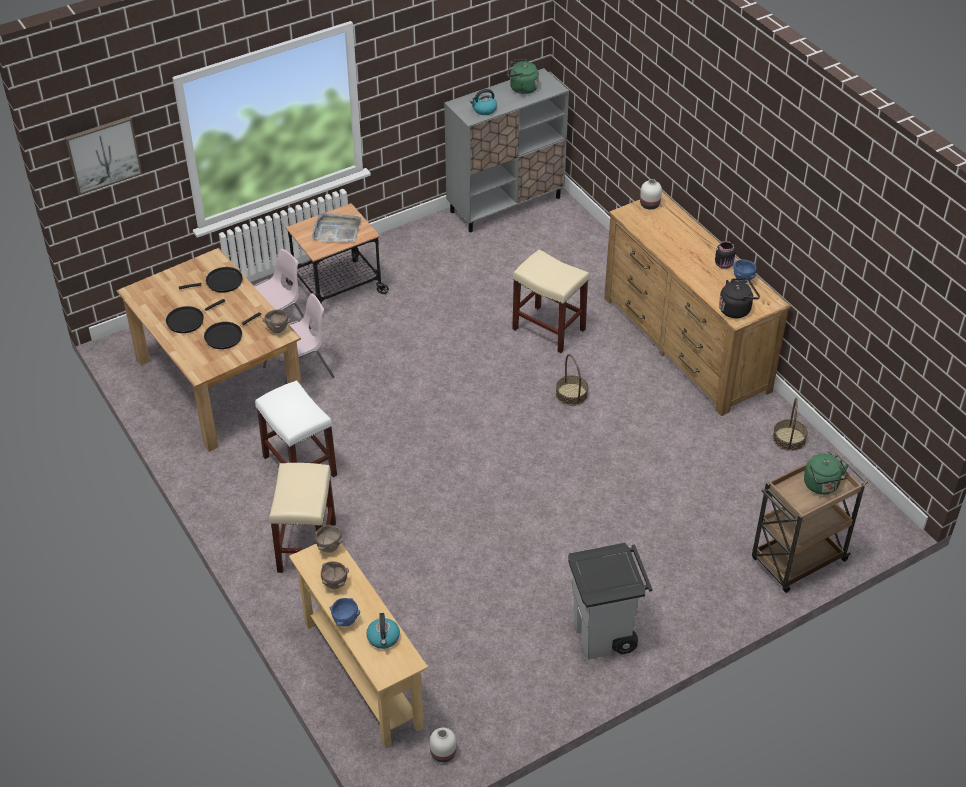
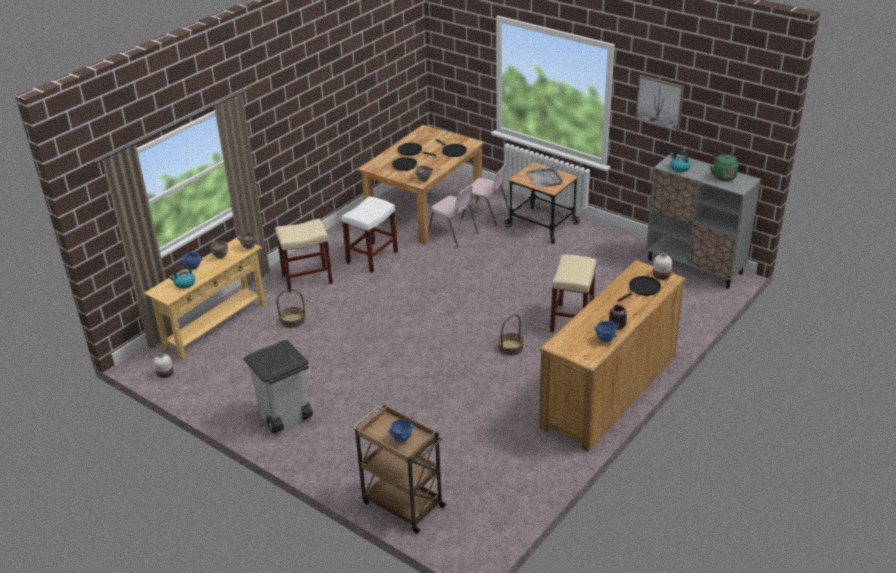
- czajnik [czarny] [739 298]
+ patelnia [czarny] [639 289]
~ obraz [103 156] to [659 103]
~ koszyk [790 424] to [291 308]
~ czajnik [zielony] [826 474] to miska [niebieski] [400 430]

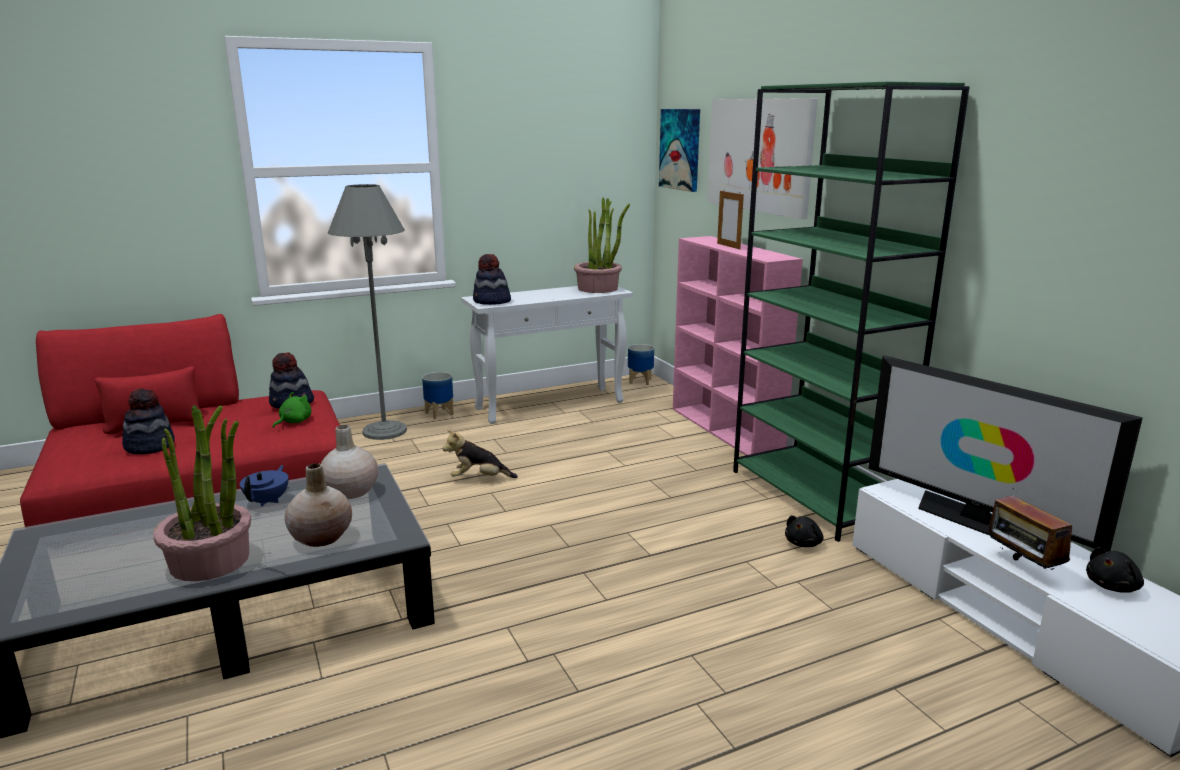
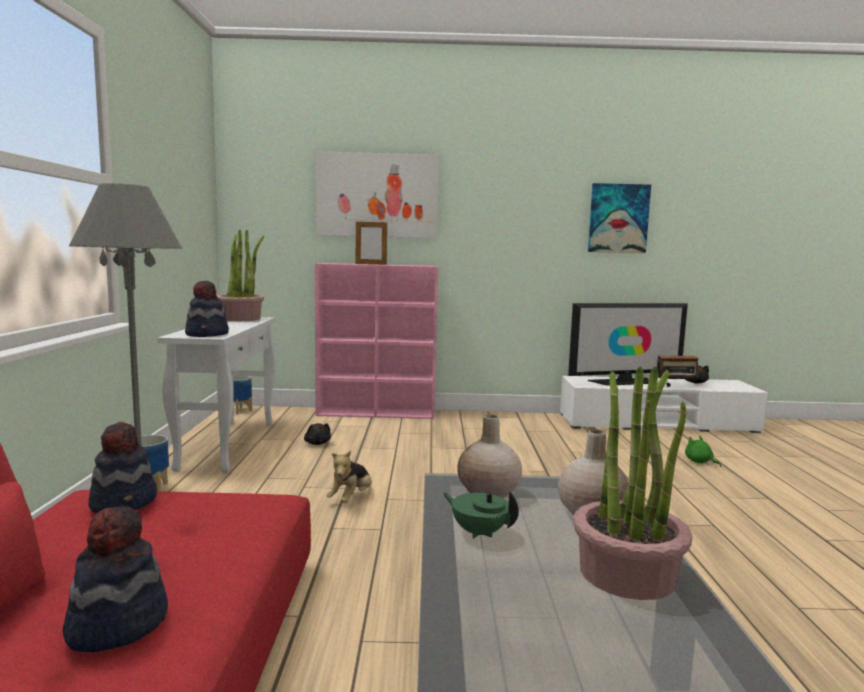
- regał [zielony] [851 311]
~ pluszak [zielony] [292 410] to [703 451]
~ obraz [679 150] to [619 218]
~ pluszak [czarny] [804 531] to [317 434]
~ imbryk [niebieski] [264 486] to imbryk [zielony] [481 515]

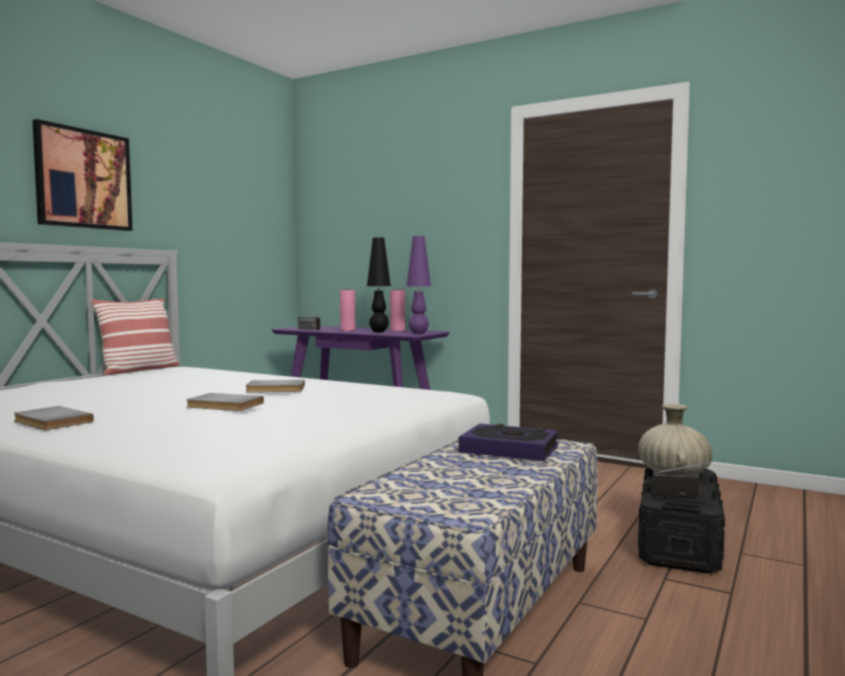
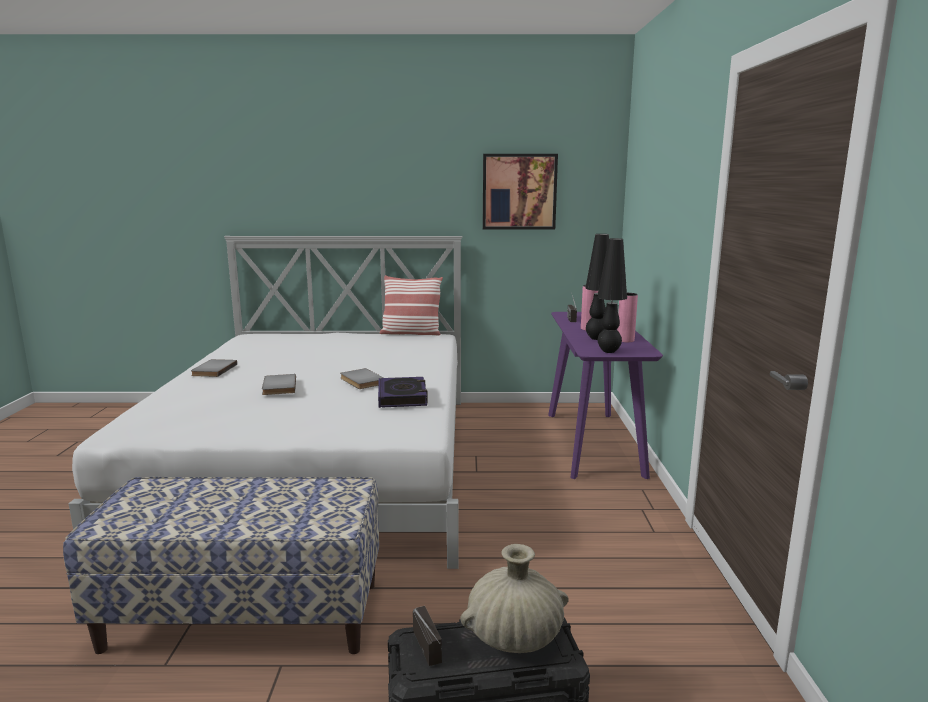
~ obraz [82 175] to [520 192]
~ książka [508 442] to [403 392]
~ lampa stołowa [fioletowy] [418 285] to lampa stołowa [czarny] [612 295]

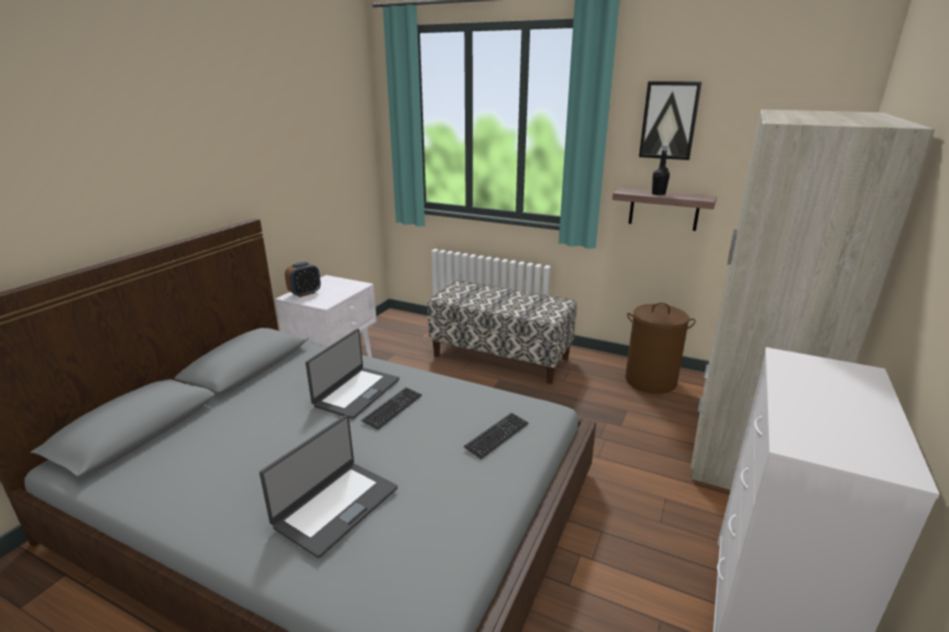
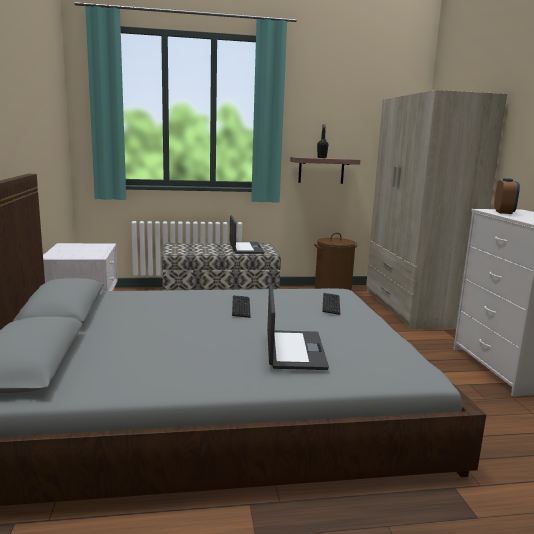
- obraz [670 120]
~ budzik [303 279] to [507 196]
~ laptop [352 374] to [247 234]

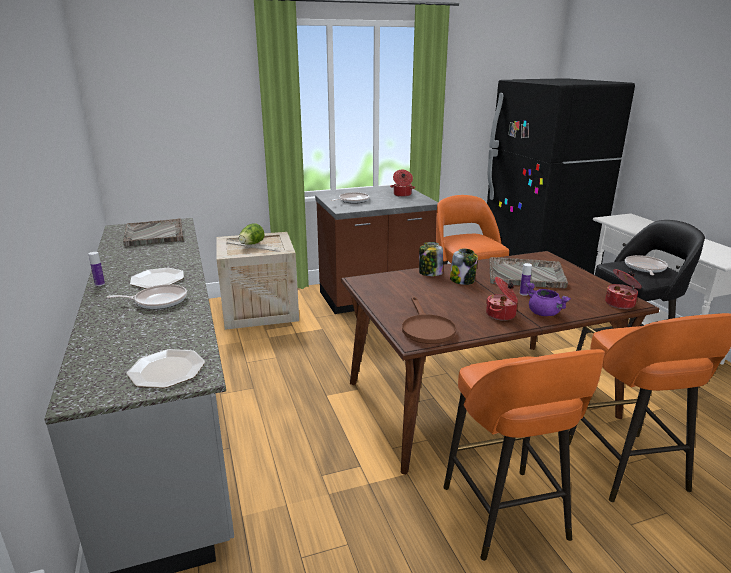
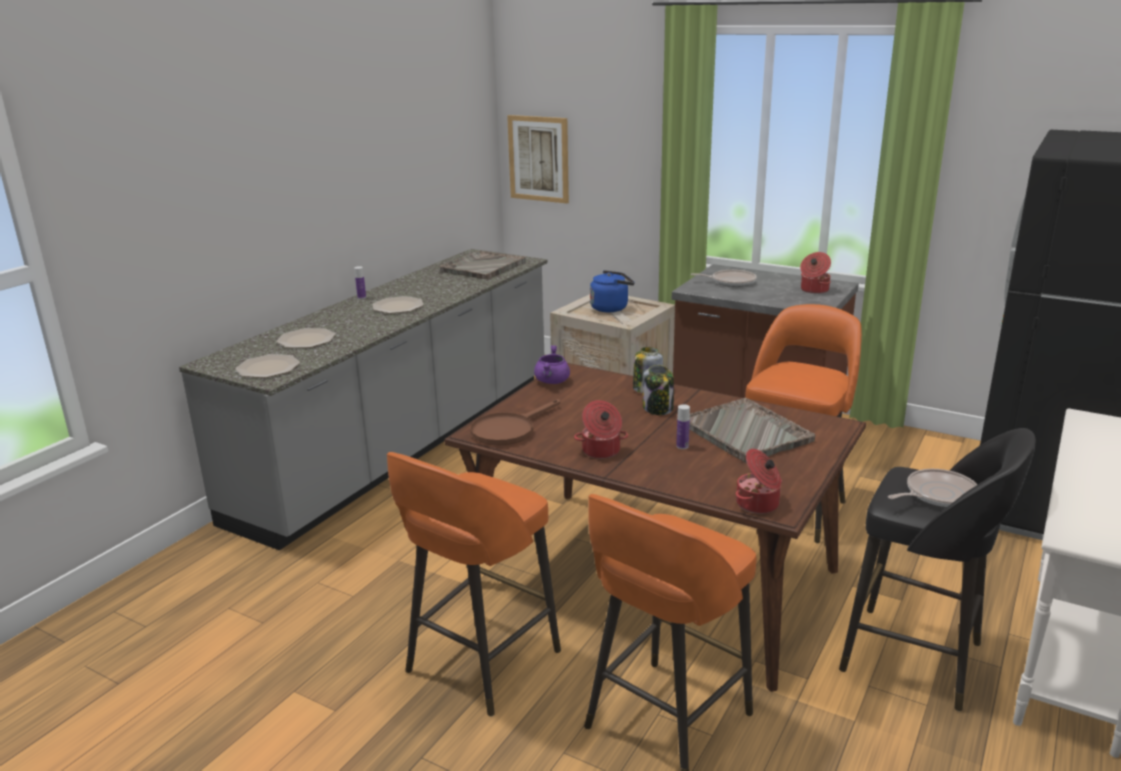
- patelnia [147 296]
+ talerz [306 338]
+ obraz [538 159]
~ garnek [fioletowy] [548 299] to [552 364]
~ sałata [252 234] to czajnik [niebieski] [612 291]

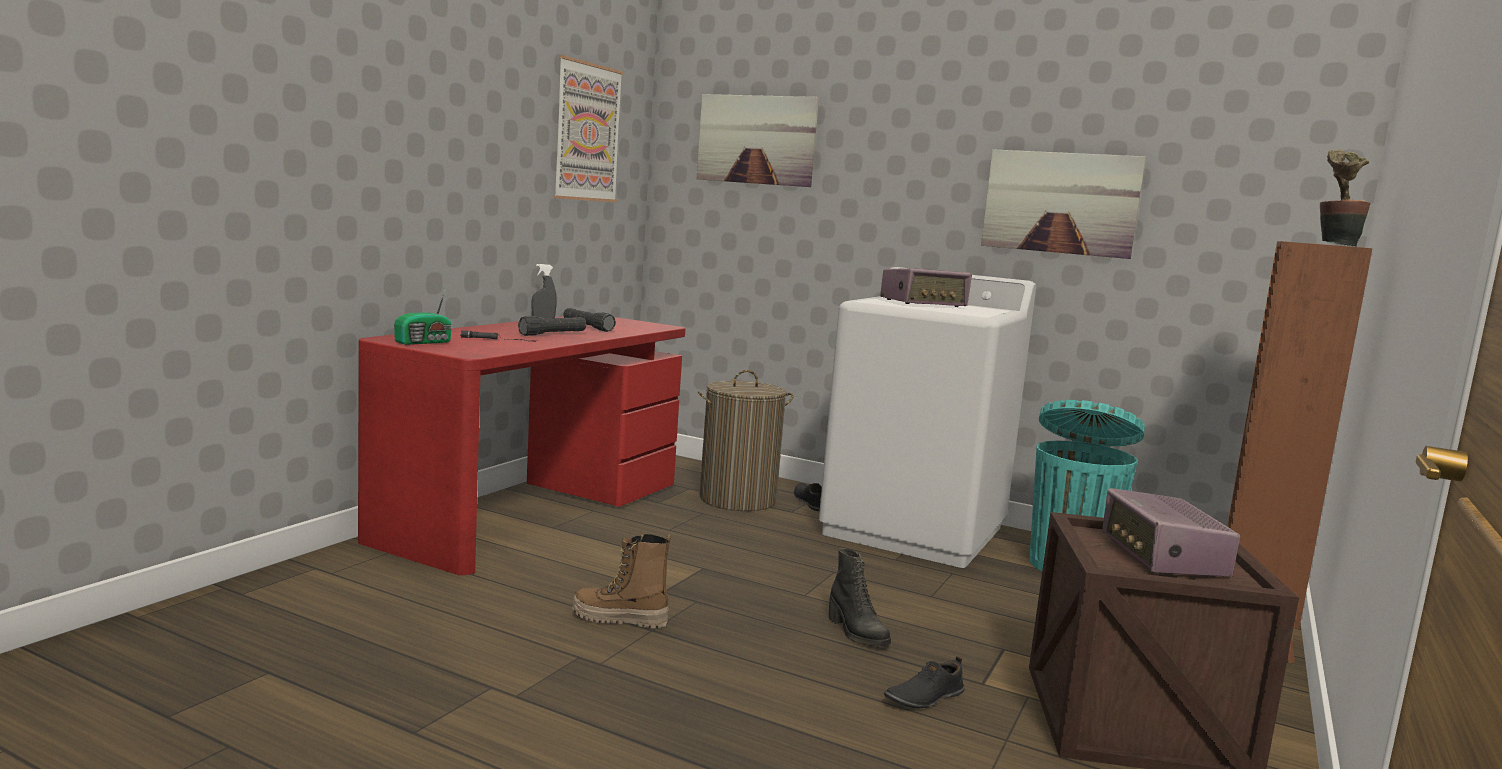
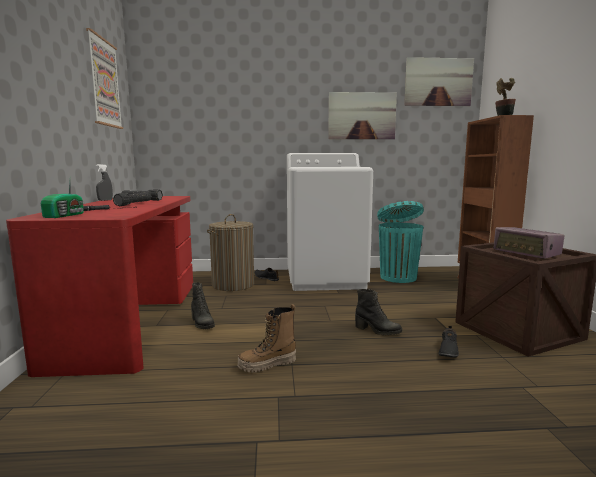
- radio [926 287]
+ but z cholewką [czarny] [203 305]
~ obraz [758 140] to [439 81]

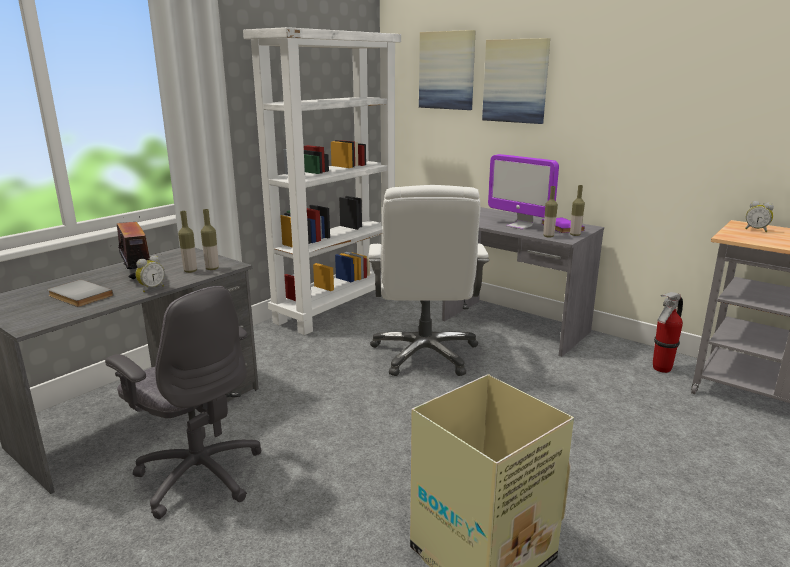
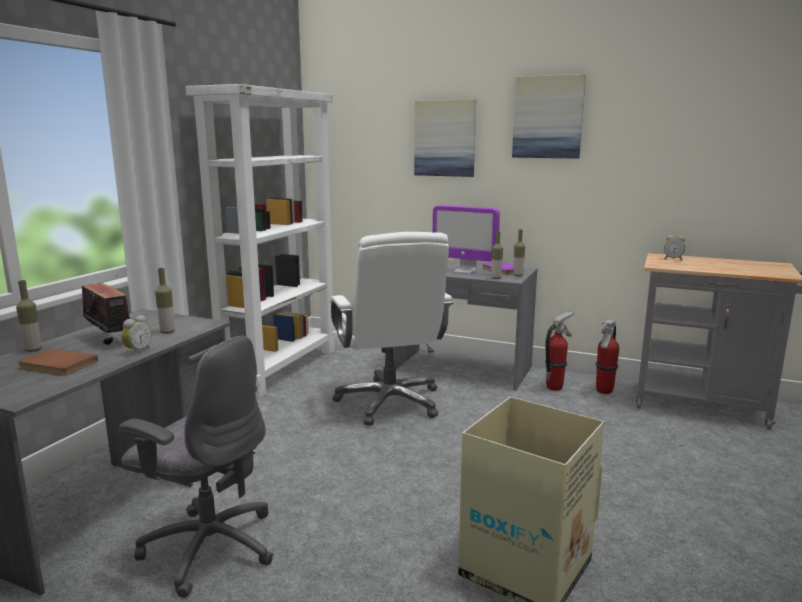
+ gaśnica [559 351]
~ butelka [210 239] to [29 316]
~ obraz [447 70] to [549 116]
~ książka [szary] [80 293] to książka [brązowy] [57 362]

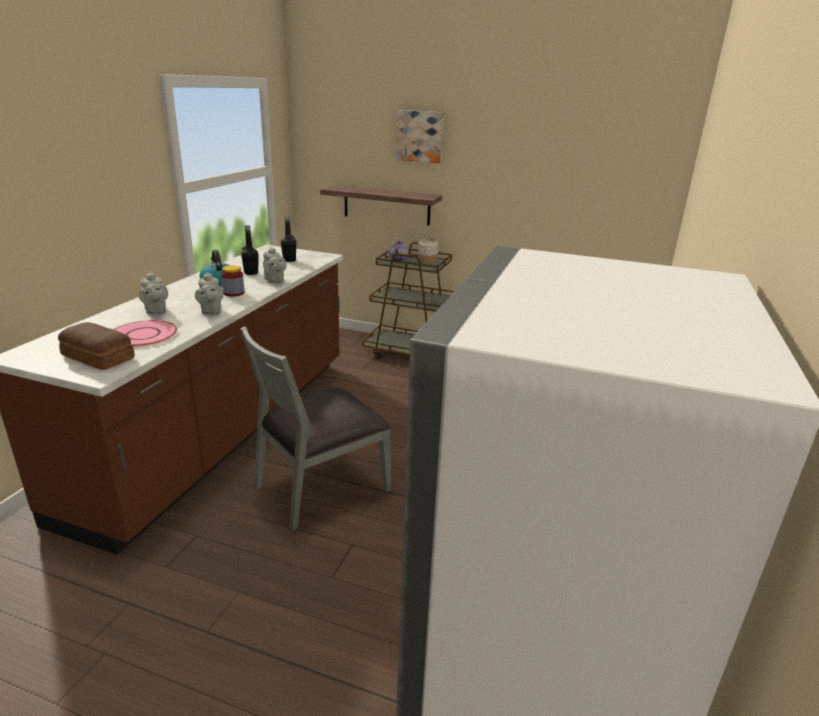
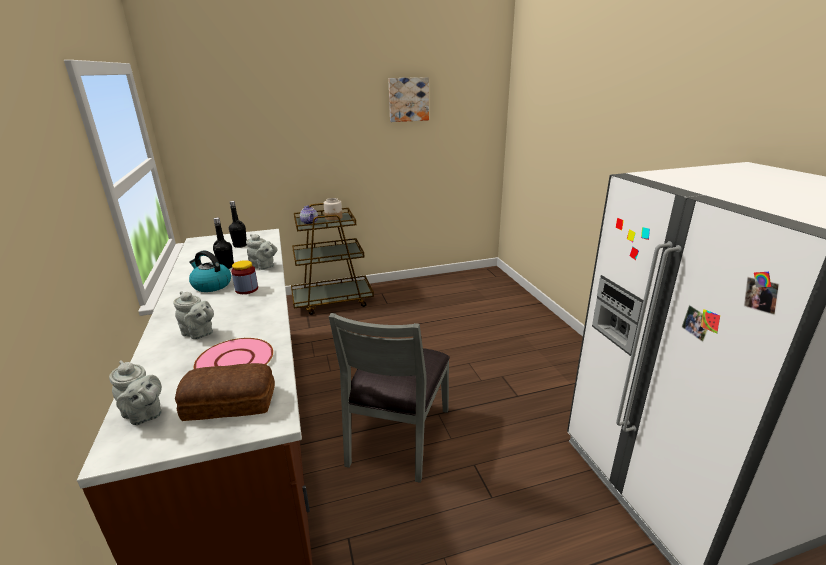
- półka [381 205]
~ imbryk [szary] [209 293] to [135 392]
~ obraz [420 136] to [408 99]

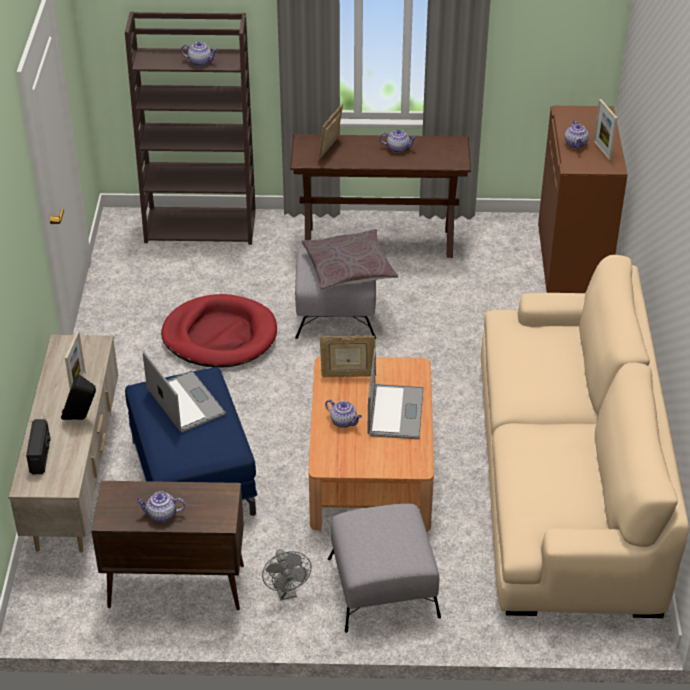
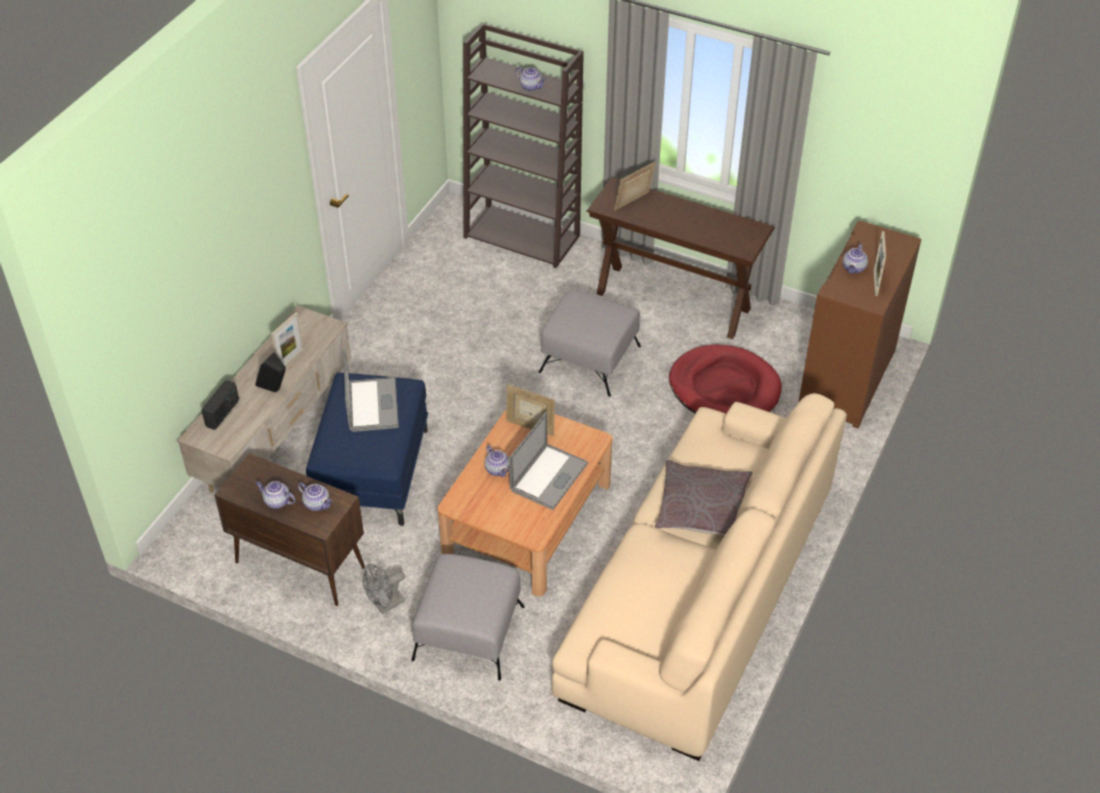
~ legowisko [czerwony] [219 330] to [725 379]
~ poduszka [szary] [350 259] to [703 498]
~ imbryk [398 141] to [315 497]
~ wentylator [szary] [287 574] = [383 589] 45 degrees clockwise

